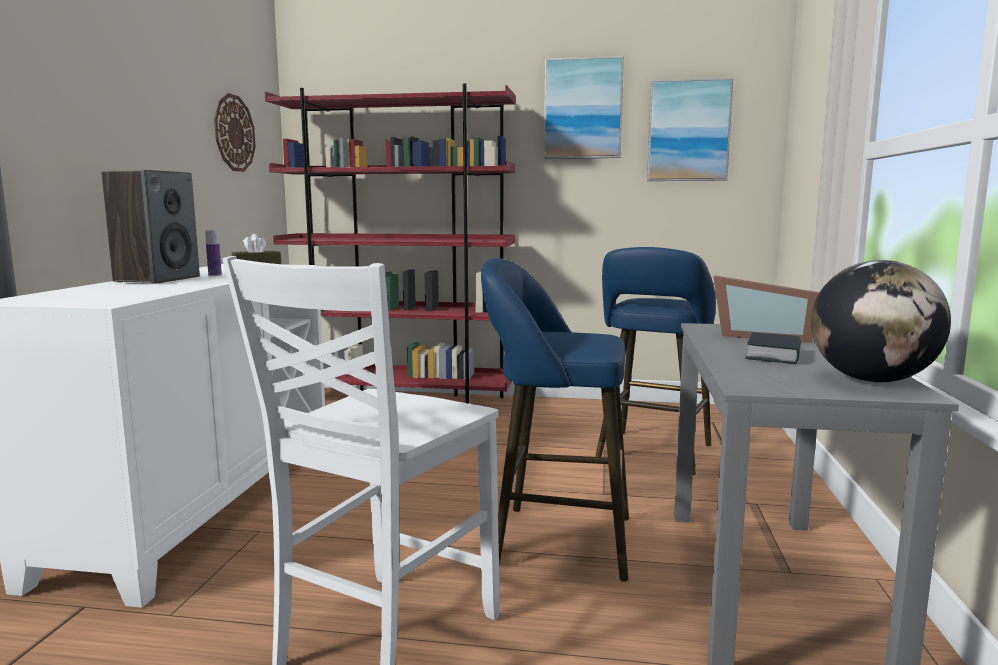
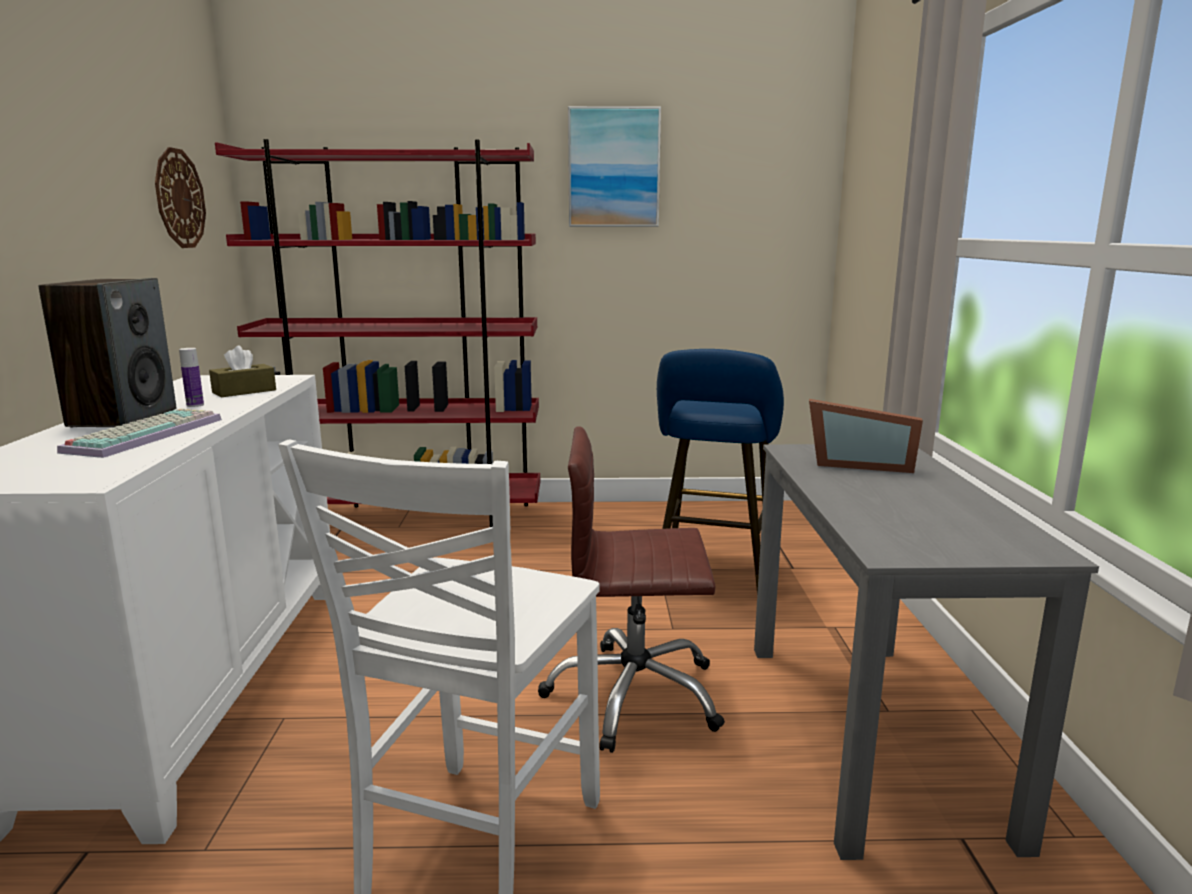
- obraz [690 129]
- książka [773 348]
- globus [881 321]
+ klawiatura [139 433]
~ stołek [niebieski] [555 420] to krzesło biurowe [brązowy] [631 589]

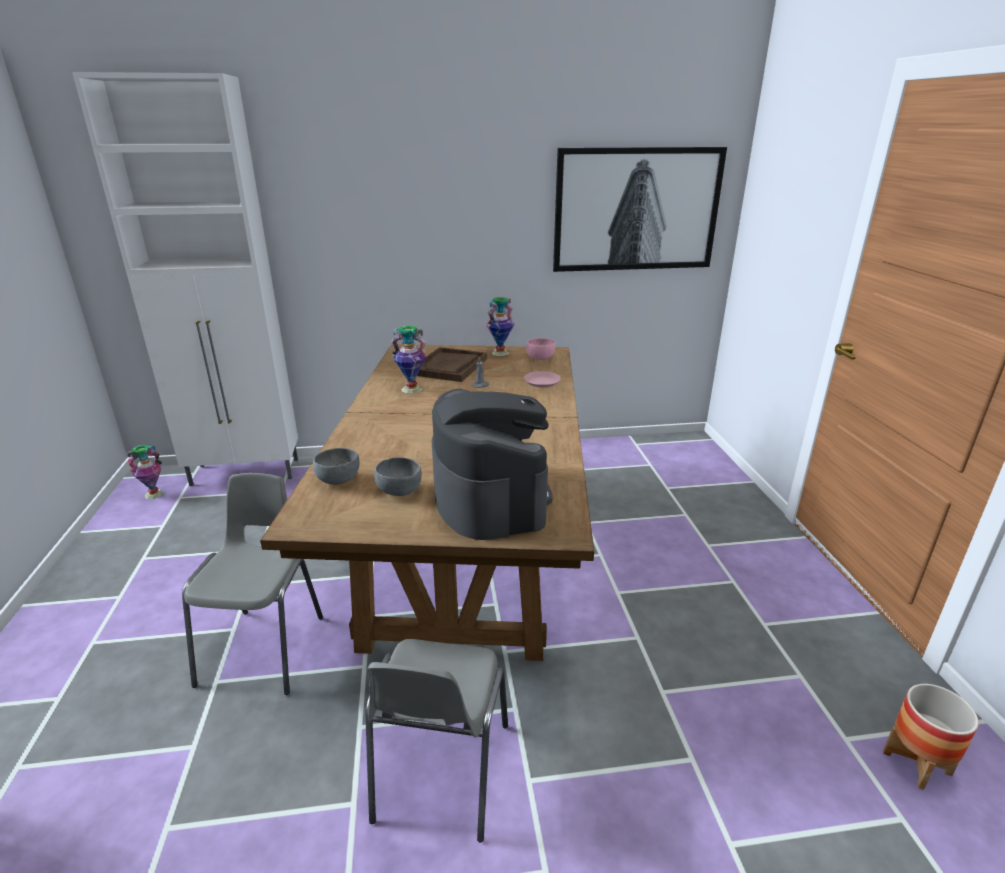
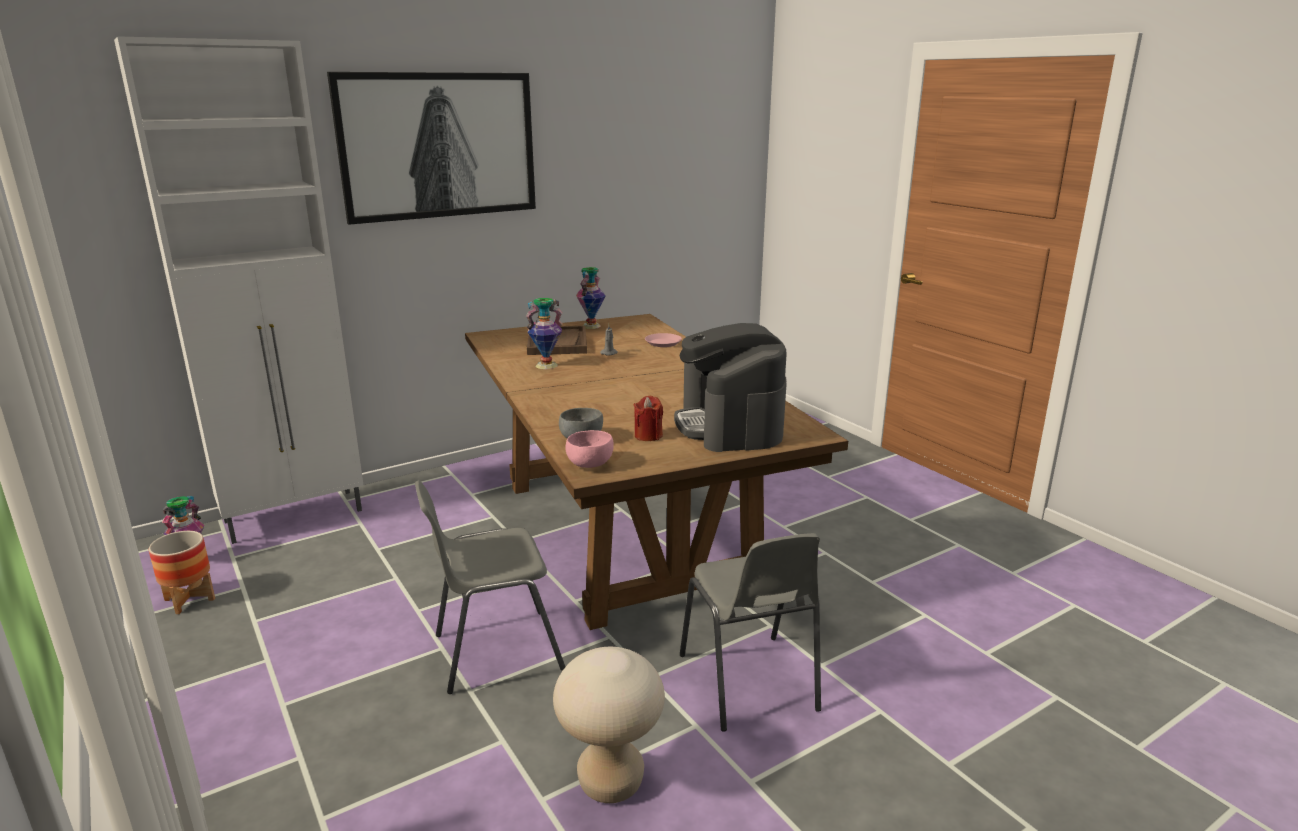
+ stołek [beżowy] [609 725]
~ miska [różowy] [541 349] to [589 449]
~ obraz [640 209] to [431 148]
~ donica [931 737] to [182 572]
~ miska [szary] [398 476] to świeca [czerwony] [648 418]
~ krzesło [szary] [252 584] = [490 587] 90 degrees counterclockwise
~ ekspres do kawy [492 464] = [730 387] 150 degrees counterclockwise

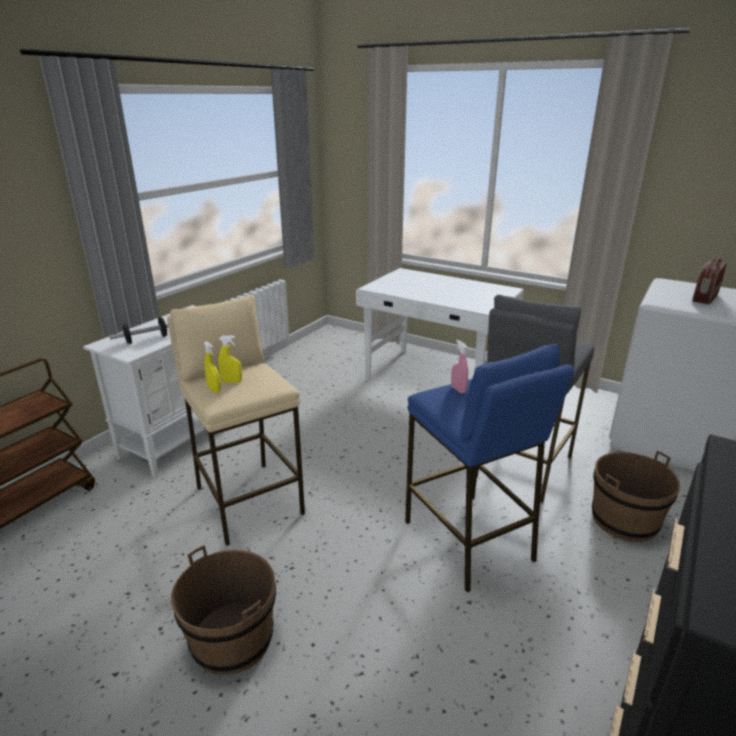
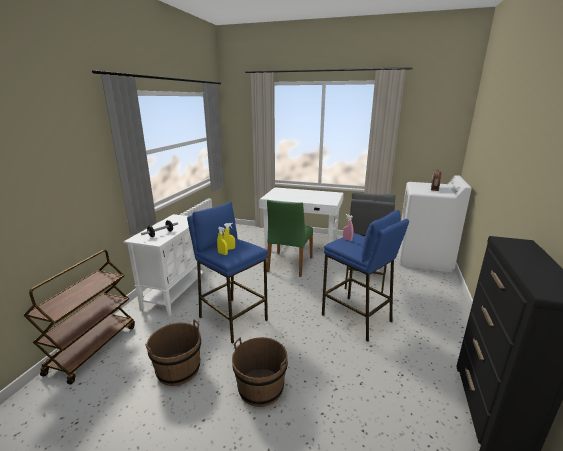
+ krzesło [zielony] [290 238]
~ wiadro [brązowy] [636 496] to [173 352]
~ stołek [beżowy] [236 420] to stołek [niebieski] [227 273]

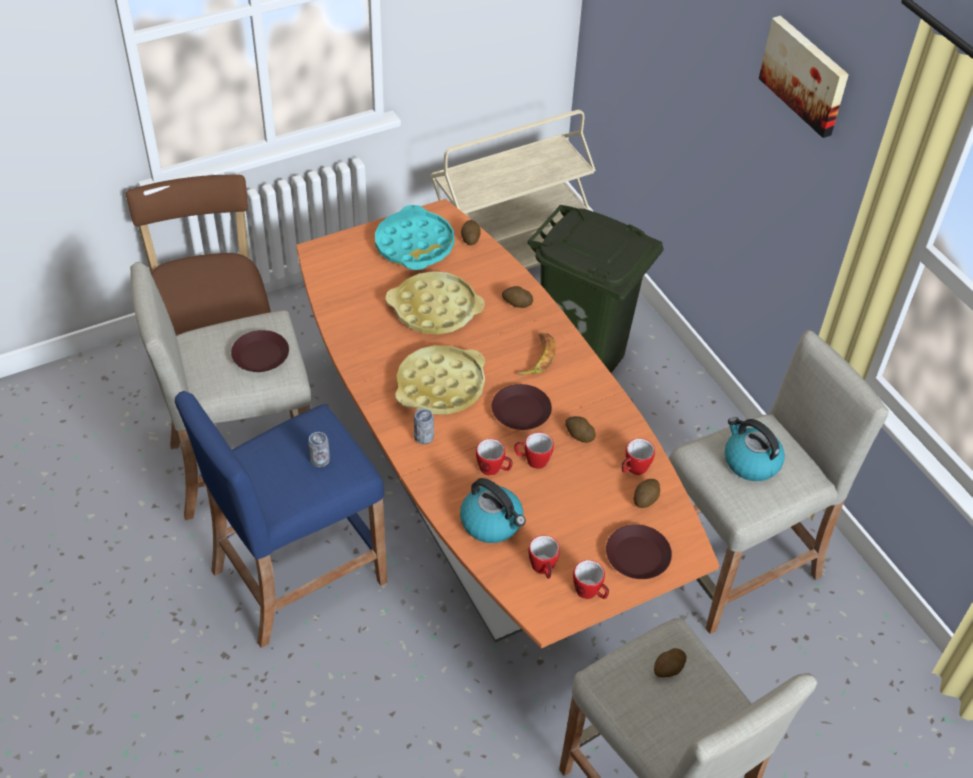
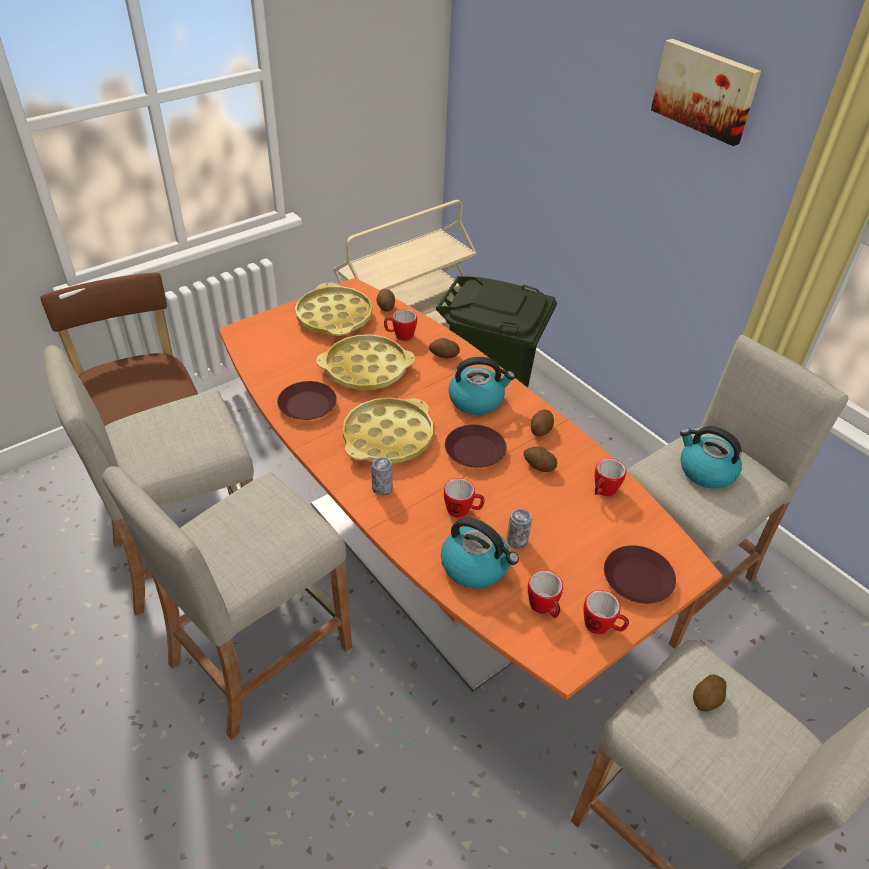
~ talerz [brązowy] [260 351] to [307 400]
~ puszka [319 449] to [519 529]
~ kubek [534 450] to [400 325]
~ ziemniak [647 493] to [542 423]
~ banan [537 354] to czajnik [481 386]
~ stołek [niebieski] [281 519] to stołek [beżowy] [227 603]
~ taca [turkusowy] [414 237] to taca [żółty] [334 309]

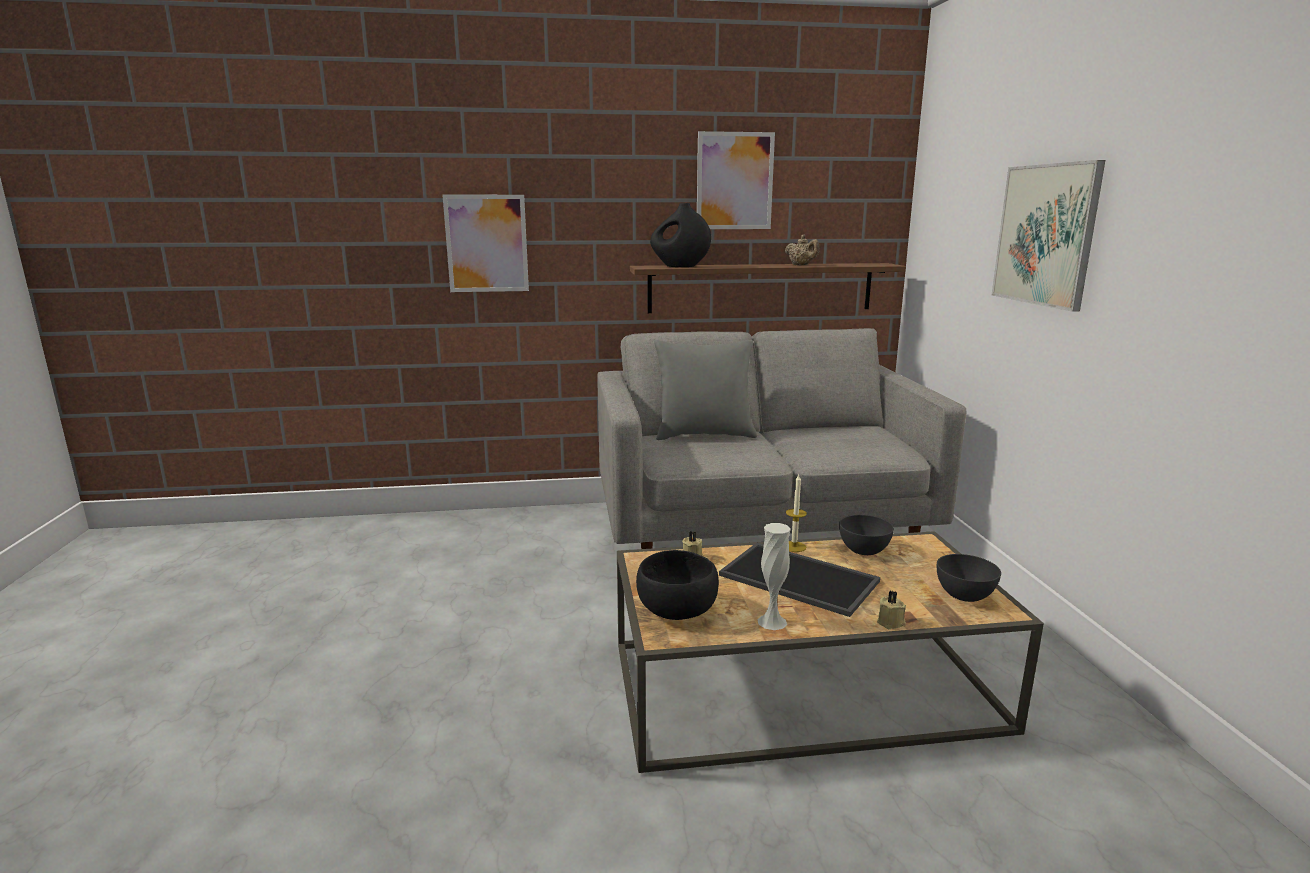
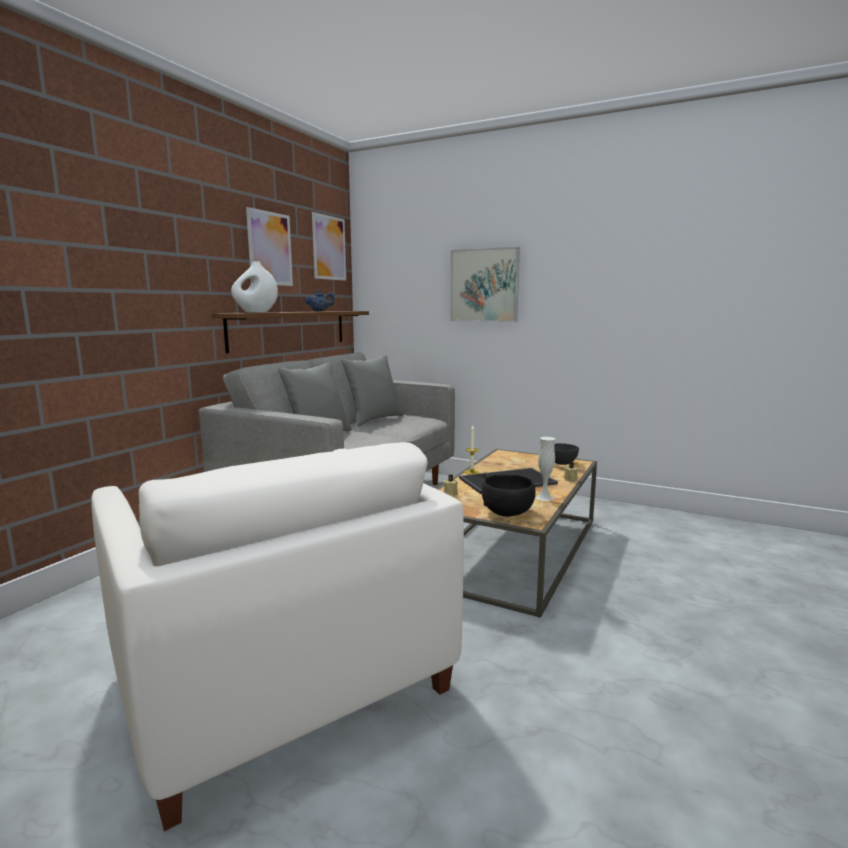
- miska [szary] [866 535]
+ fotel [biały] [277 636]
+ poduszka [szary] [372 390]
~ obraz [486 243] to [329 246]
~ wazon [czarny] [680 235] to wazon [biały] [254 287]
~ imbryk [beżowy] [802 250] to imbryk [niebieski] [320 301]

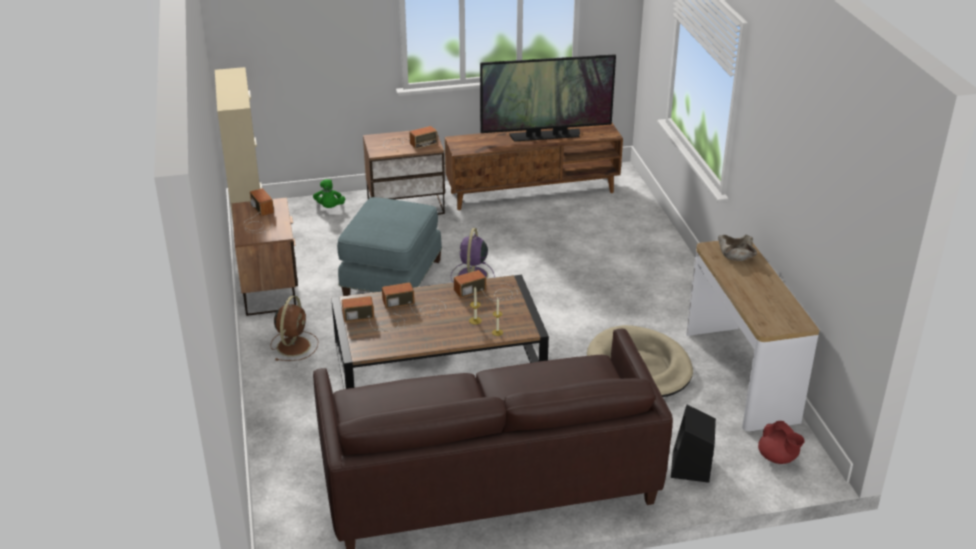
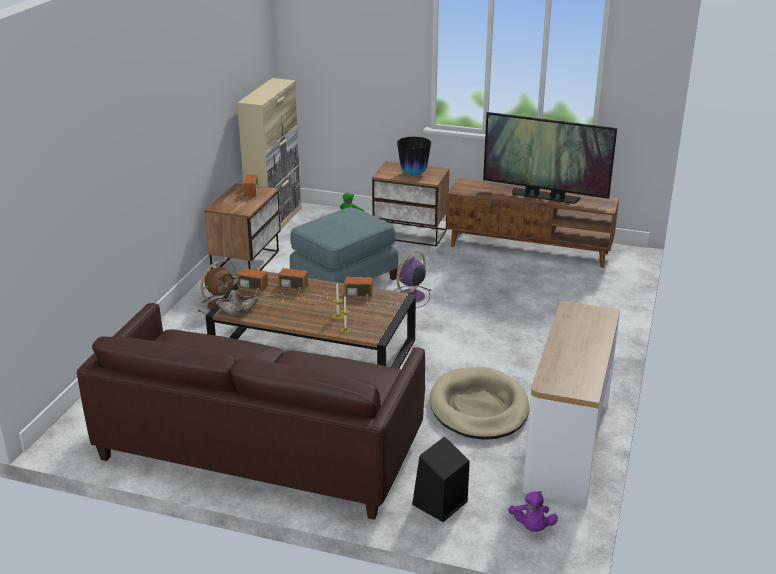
~ miska [beżowy] [737 247] to [237 302]
~ radio [410 138] to wazon [414 156]
~ imbryk [czerwony] [781 442] to pluszak [fioletowy] [533 511]

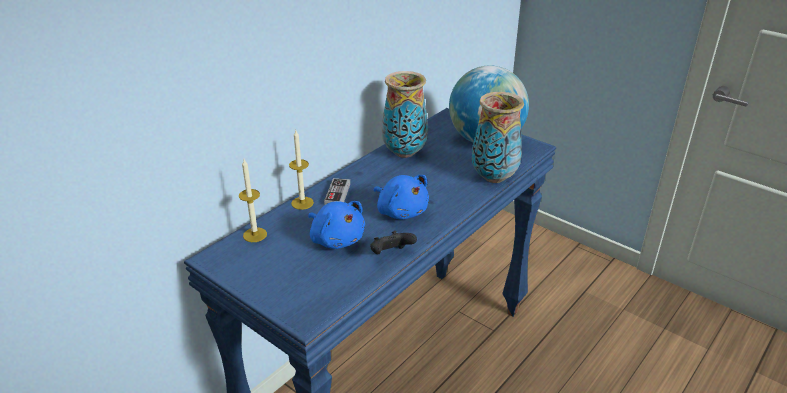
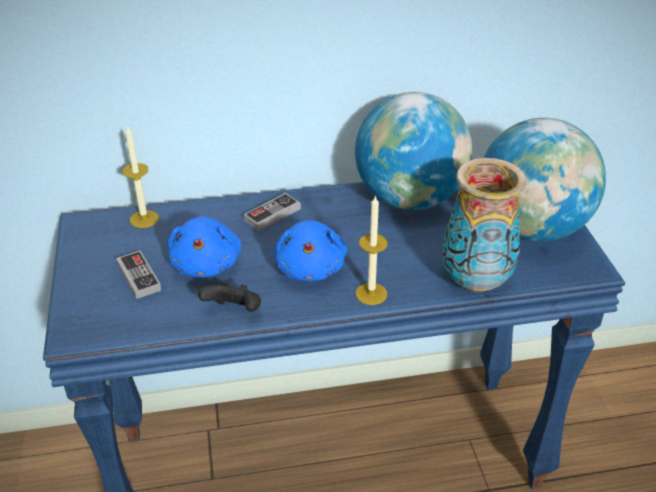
+ pad do gier [138 275]
~ świeca [301 170] to [371 250]
~ wazon [405 114] to globus [413 151]

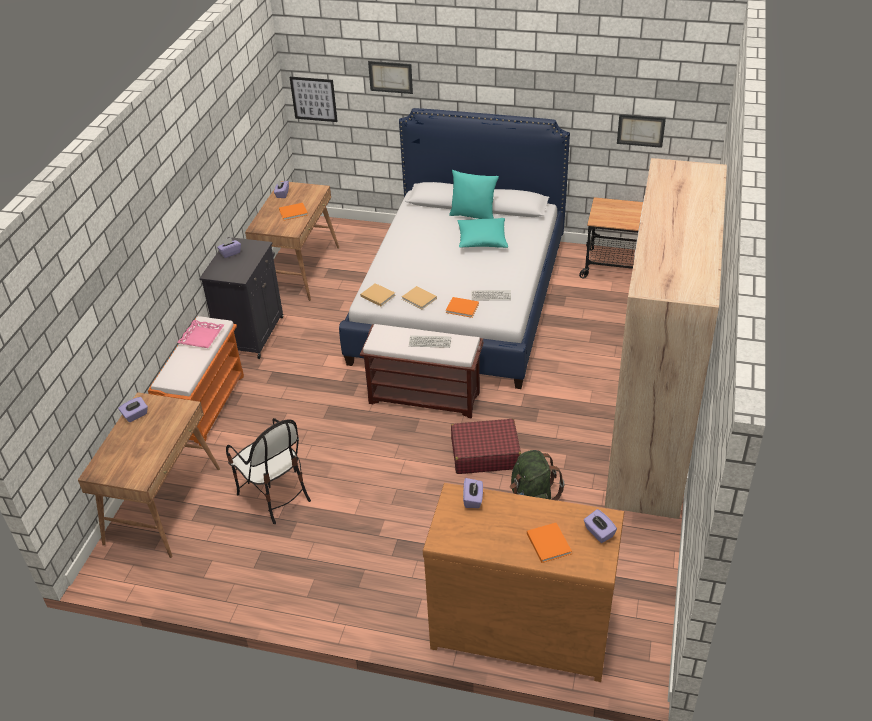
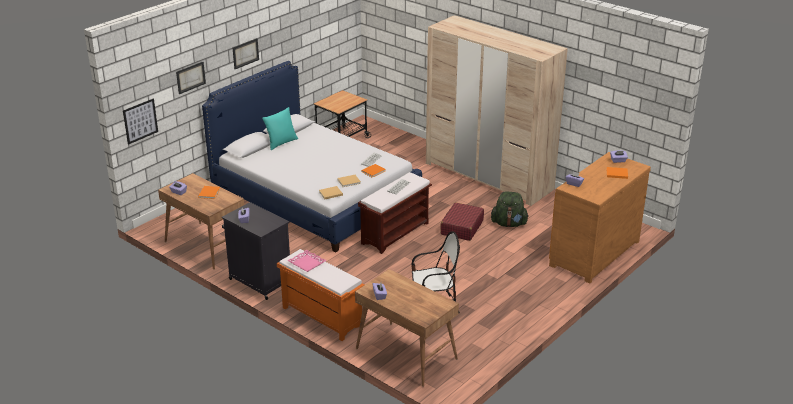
- poduszka [turkusowy] [483 233]
~ obraz [641 131] to [246 53]

